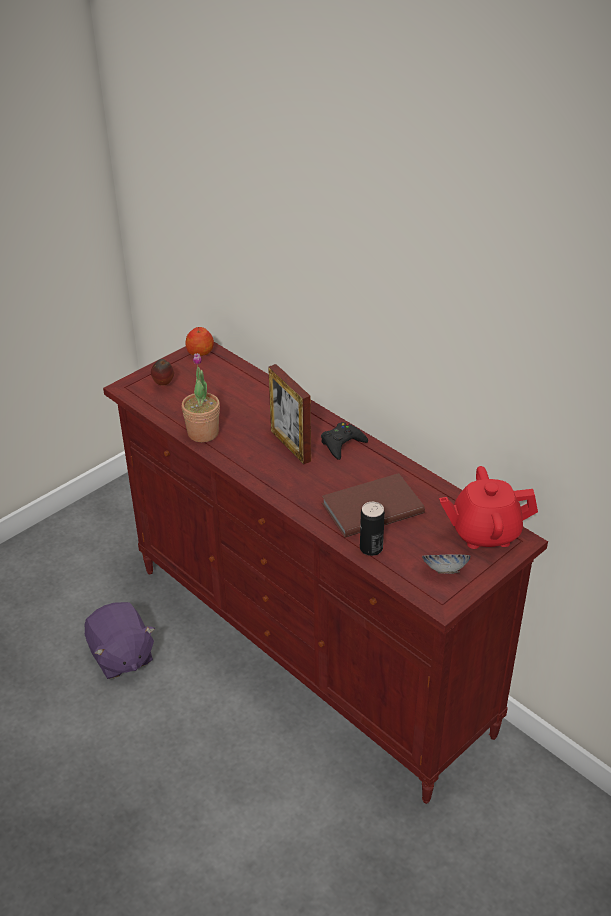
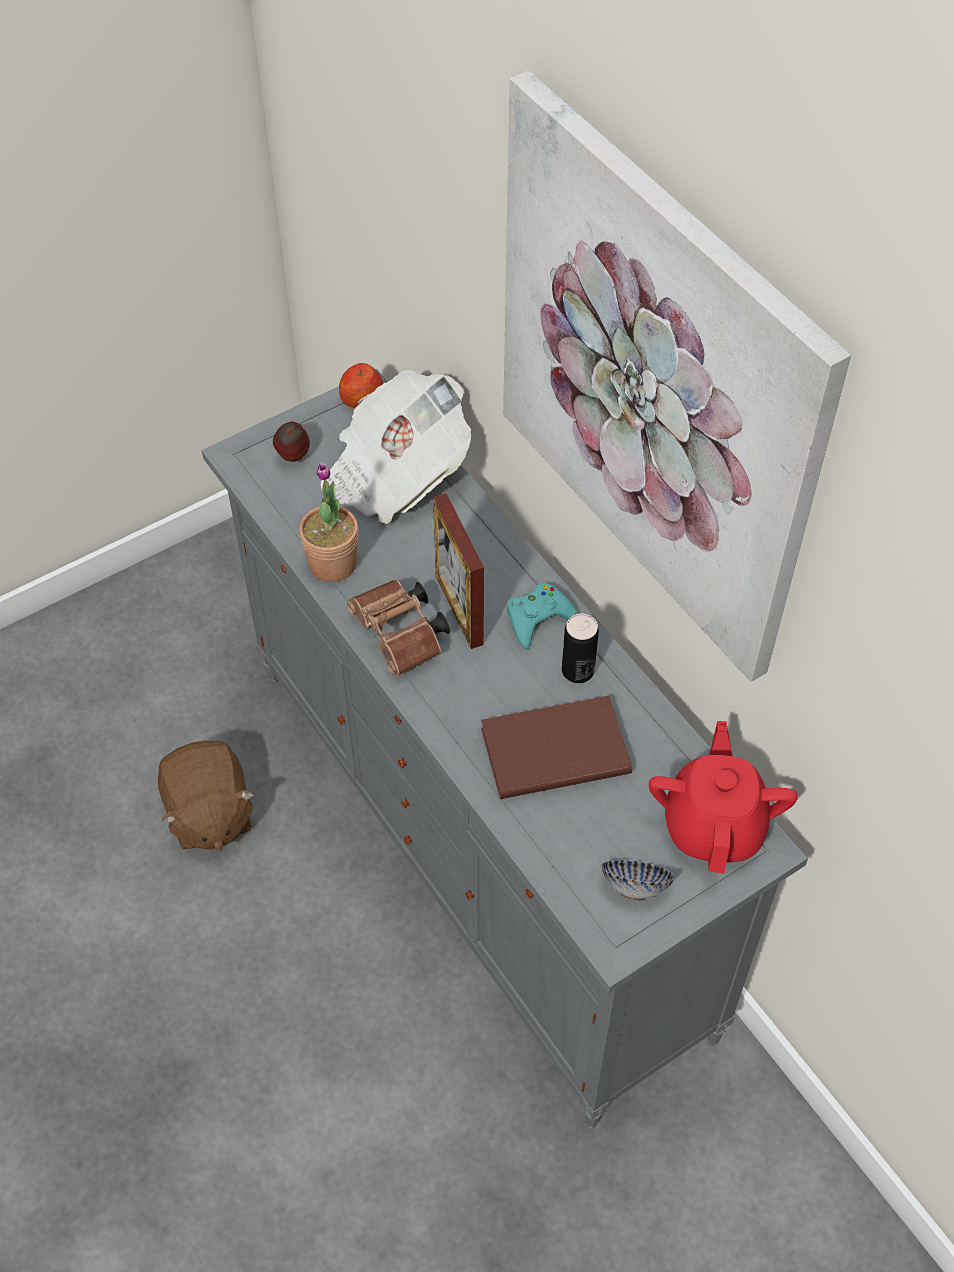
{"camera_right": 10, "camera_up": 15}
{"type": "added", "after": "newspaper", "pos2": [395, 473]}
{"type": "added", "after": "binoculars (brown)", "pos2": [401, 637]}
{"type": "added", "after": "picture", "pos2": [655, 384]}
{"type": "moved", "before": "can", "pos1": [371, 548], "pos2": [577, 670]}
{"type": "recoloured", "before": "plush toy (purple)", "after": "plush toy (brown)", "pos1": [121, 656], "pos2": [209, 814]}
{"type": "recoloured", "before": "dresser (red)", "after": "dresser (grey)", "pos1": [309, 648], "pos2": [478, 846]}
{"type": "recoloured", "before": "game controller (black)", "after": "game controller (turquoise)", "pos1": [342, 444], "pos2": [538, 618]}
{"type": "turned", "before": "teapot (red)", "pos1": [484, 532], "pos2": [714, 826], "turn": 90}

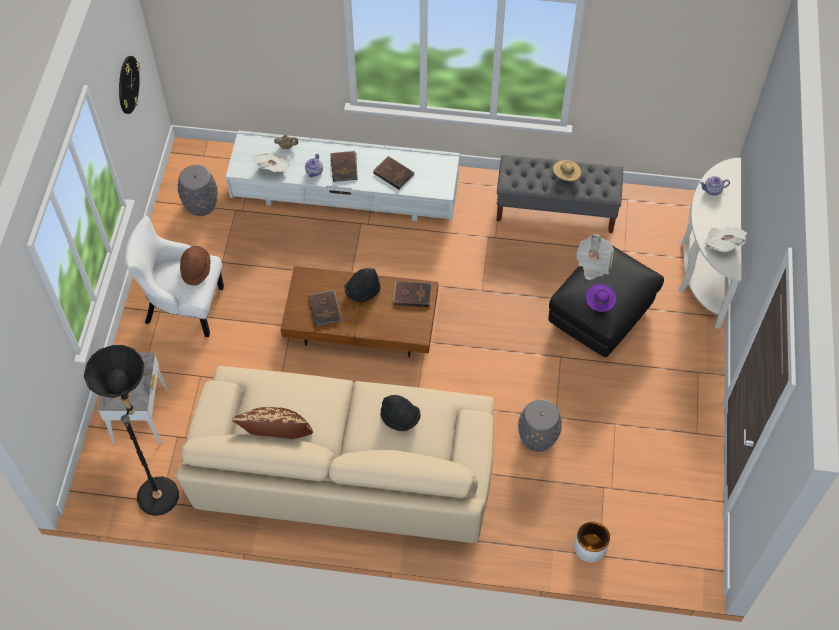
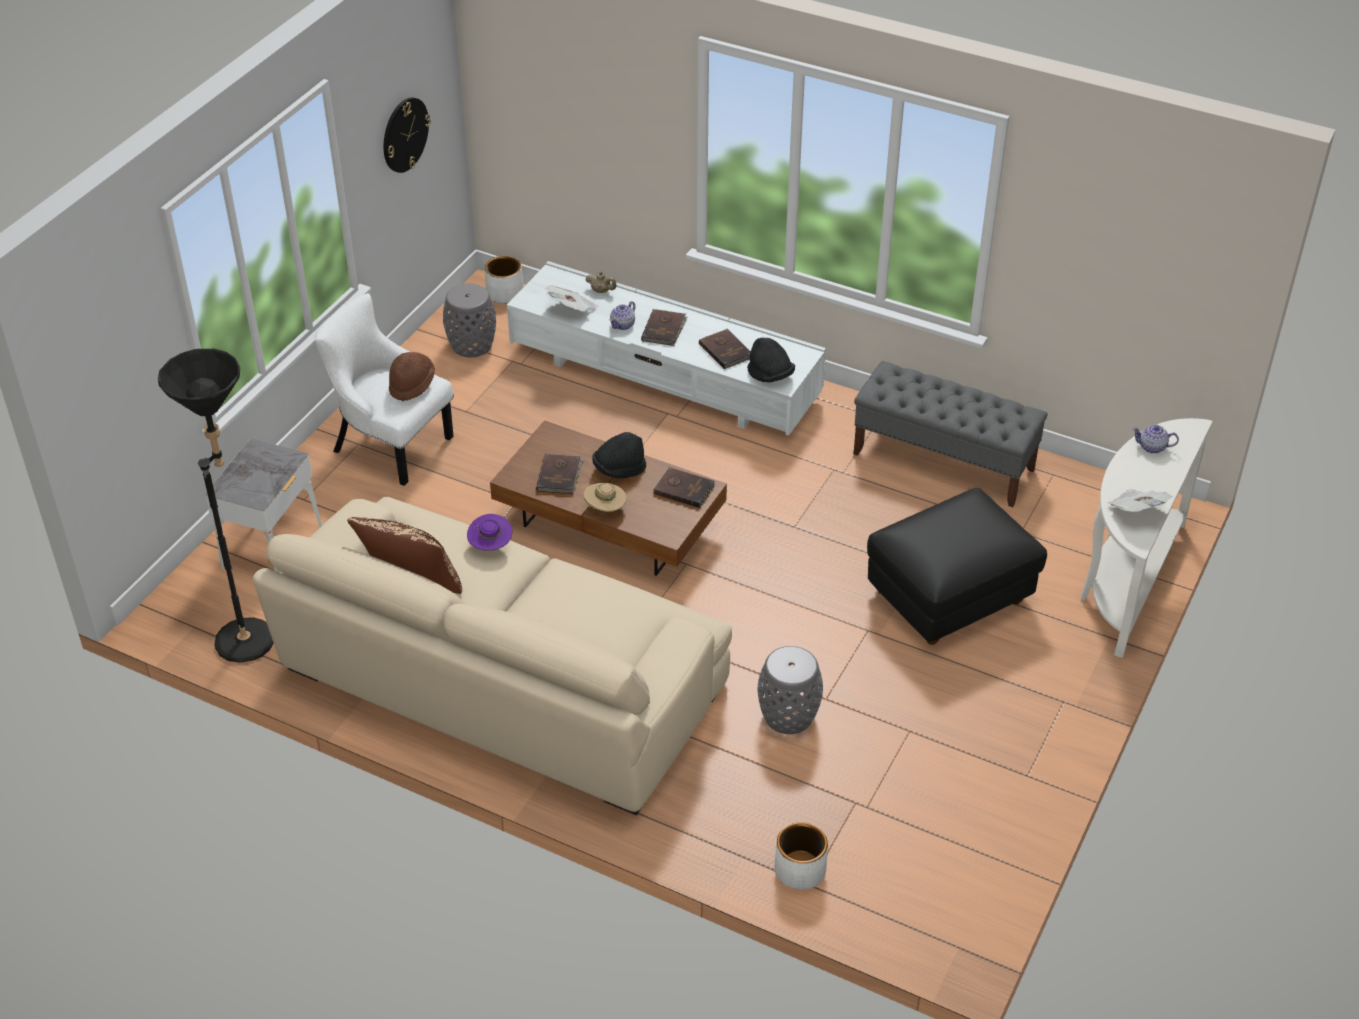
{"camera_right": 20, "camera_up": -15}
{"type": "removed", "before": "newspaper", "pos1": [593, 263]}
{"type": "added", "after": "planter (white)", "pos2": [505, 293]}
{"type": "moved", "before": "hat (black)", "pos1": [400, 418], "pos2": [770, 375]}
{"type": "moved", "before": "hat (beige)", "pos1": [566, 177], "pos2": [605, 509]}
{"type": "moved", "before": "hat (purple)", "pos1": [599, 304], "pos2": [490, 545]}

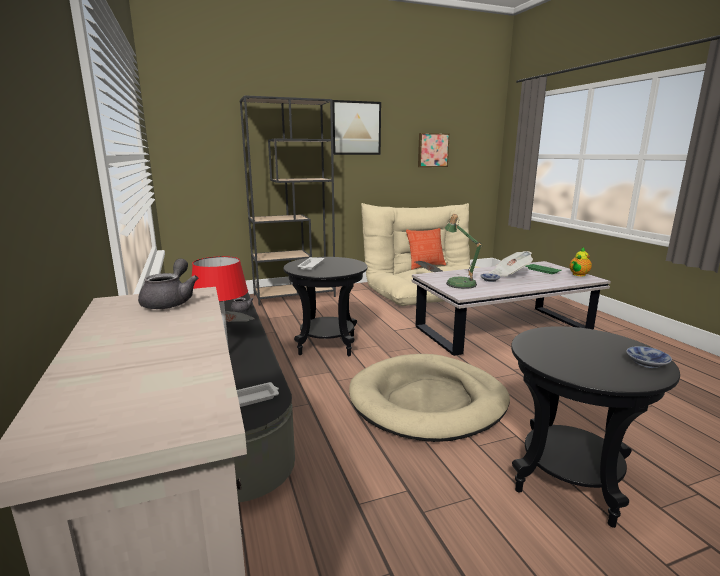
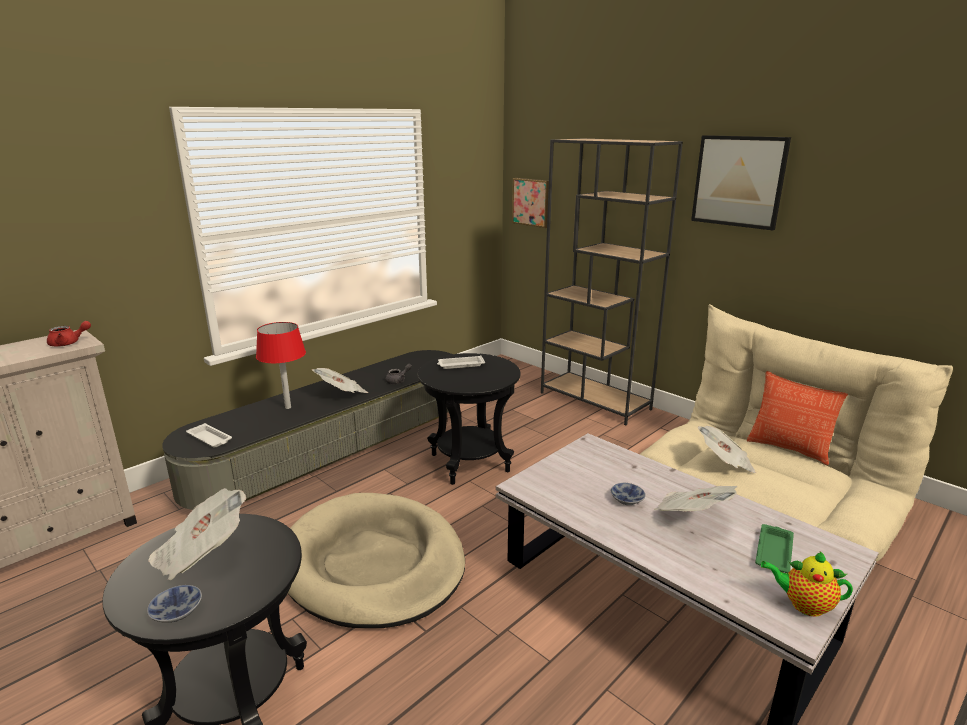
{"camera_right": 65, "camera_up": 5}
{"type": "removed", "before": "table lamp", "pos1": [459, 283]}
{"type": "added", "after": "newspaper", "pos2": [201, 553]}
{"type": "moved", "before": "picture", "pos1": [432, 150], "pos2": [532, 202]}
{"type": "recoloured", "before": "teapot (grey)", "after": "teapot (red)", "pos1": [171, 301], "pos2": [68, 343]}

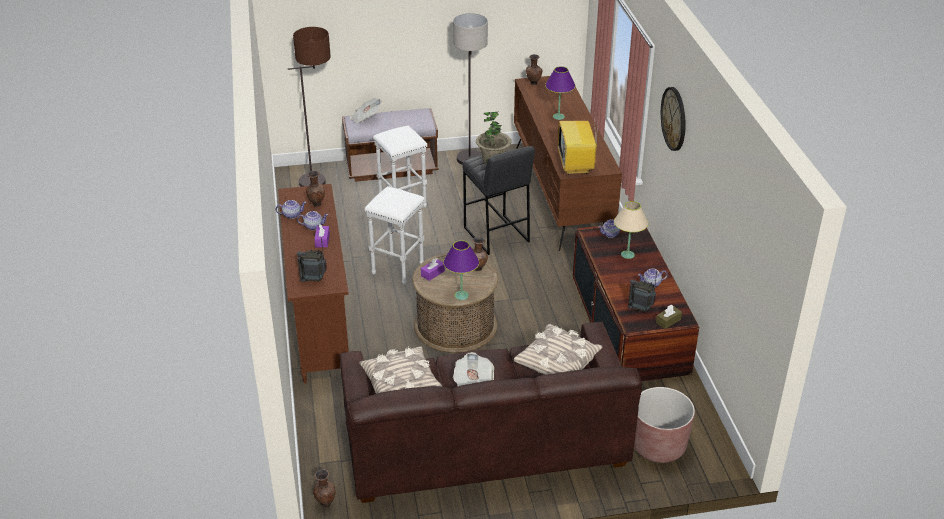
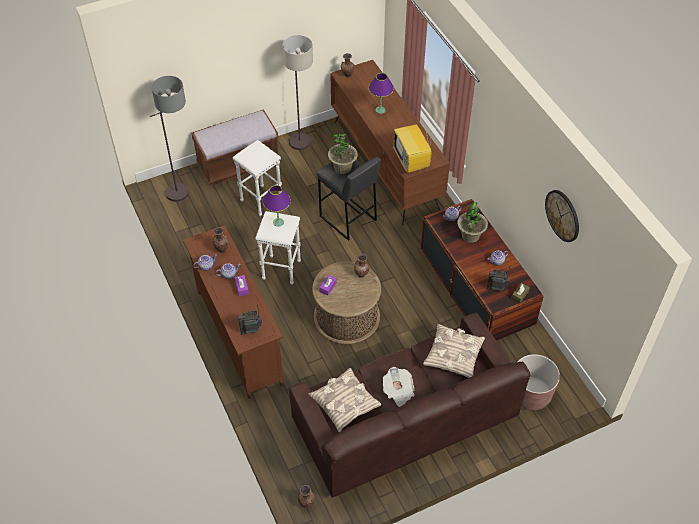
{"camera_right": -15, "camera_up": 15}
{"type": "removed", "before": "newspaper", "pos1": [365, 118]}
{"type": "moved", "before": "table lamp (purple)", "pos1": [461, 295], "pos2": [278, 222]}
{"type": "moved", "before": "wall clock", "pos1": [674, 118], "pos2": [563, 215]}
{"type": "replaced", "before": "table lamp (beige)", "after": "potted plant", "pos1": [627, 255], "pos2": [470, 236]}
{"type": "recoloured", "before": "floor lamp (brown)", "after": "floor lamp (grey)", "pos1": [320, 181], "pos2": [183, 190]}

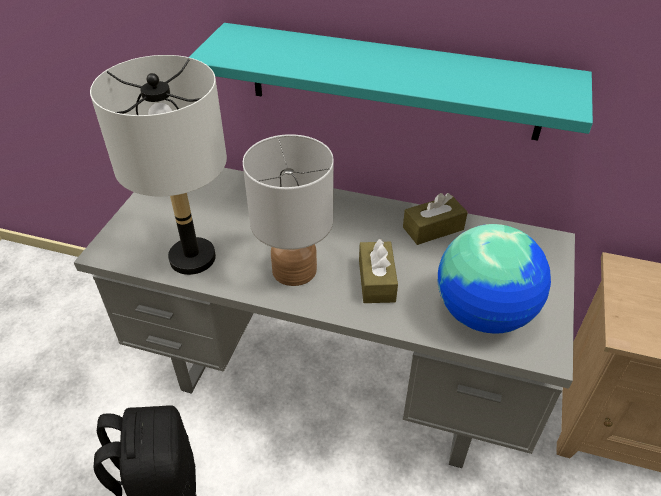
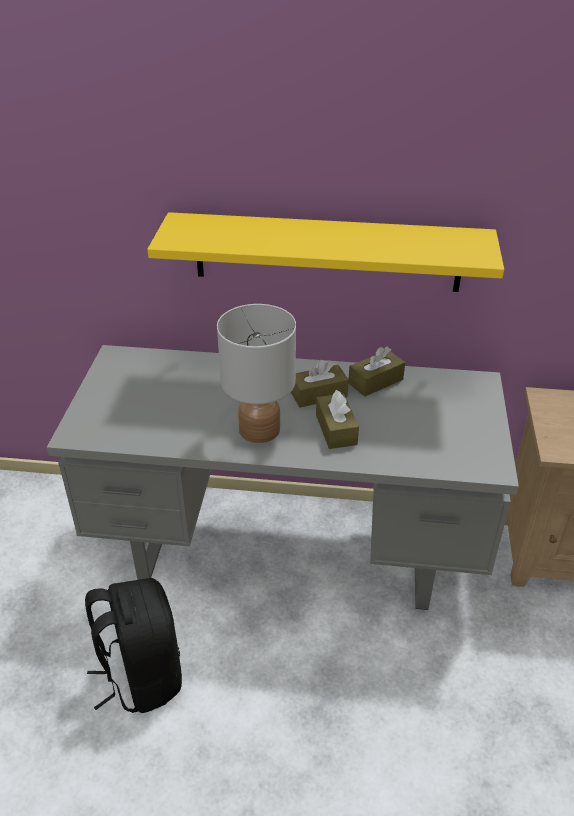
{"camera_right": -10, "camera_up": -5}
{"type": "removed", "before": "table lamp (grey)", "pos1": [193, 258]}
{"type": "removed", "before": "globe", "pos1": [484, 314]}
{"type": "added", "after": "tissue box (brown)", "pos2": [318, 394]}
{"type": "recoloured", "before": "shelf (turquoise)", "after": "shelf (yellow)", "pos1": [393, 82], "pos2": [327, 252]}

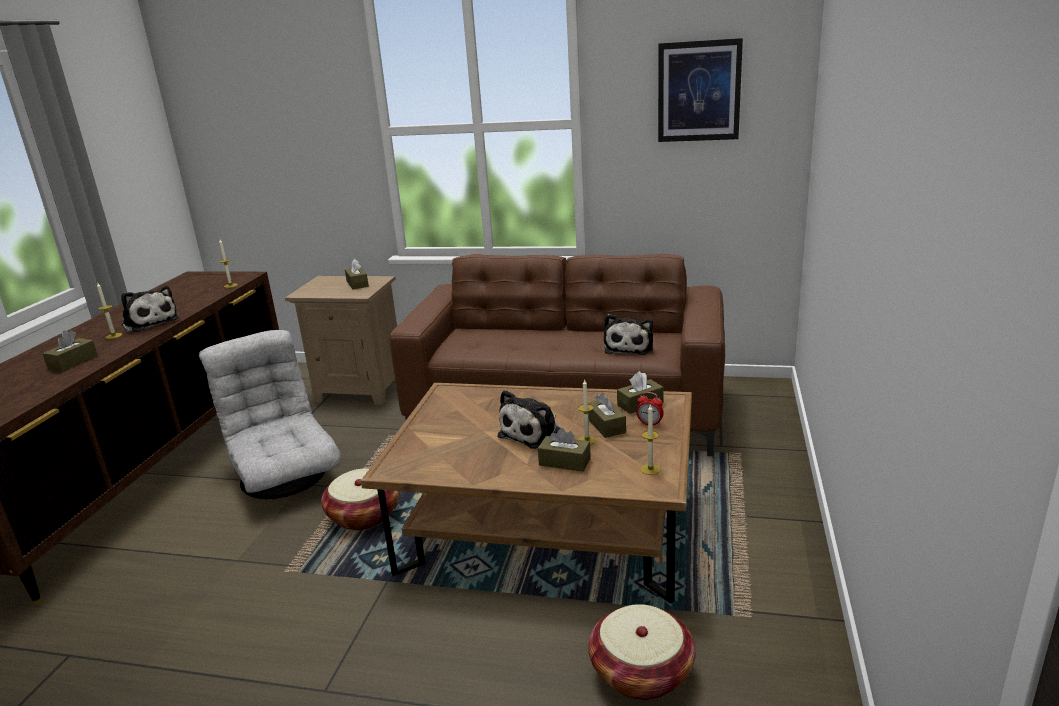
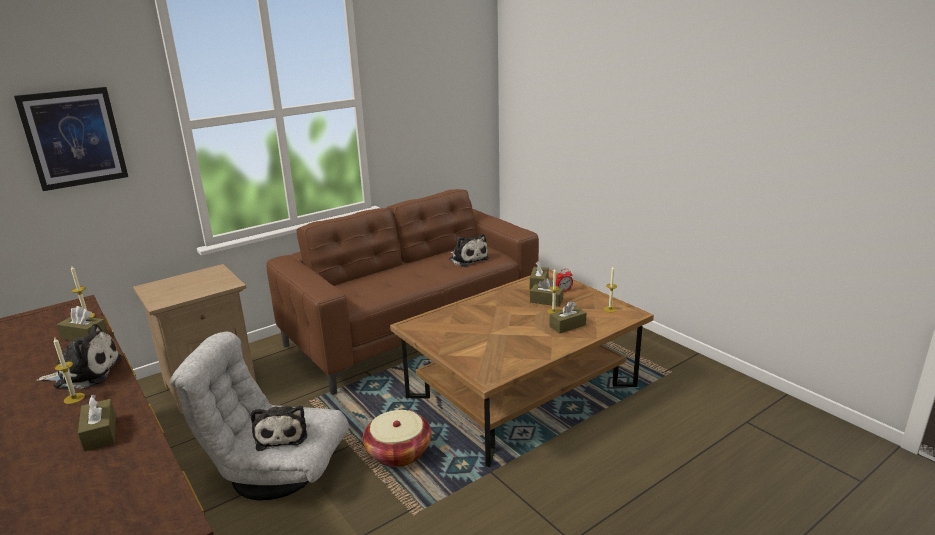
{"camera_right": -50, "camera_up": 0}
{"type": "removed", "before": "basket", "pos1": [641, 672]}
{"type": "moved", "before": "tissue box (brown)", "pos1": [357, 284], "pos2": [85, 336]}
{"type": "moved", "before": "plush toy", "pos1": [533, 433], "pos2": [282, 434]}
{"type": "moved", "before": "picture", "pos1": [699, 91], "pos2": [74, 138]}

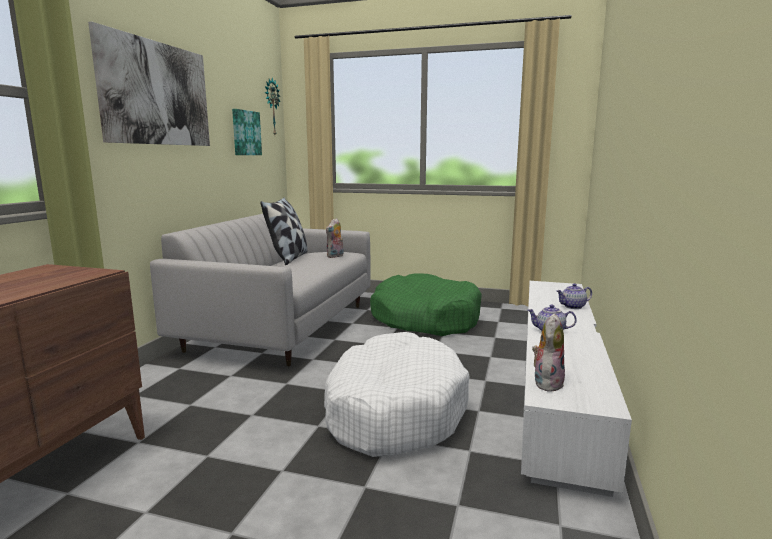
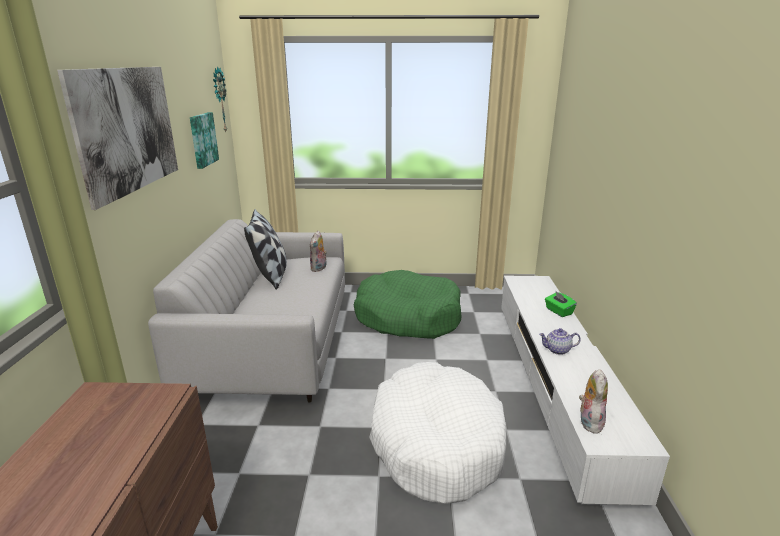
{"camera_right": -15, "camera_up": 10}
{"type": "replaced", "before": "teapot", "after": "tissue box (green)", "pos1": [573, 307], "pos2": [558, 311]}

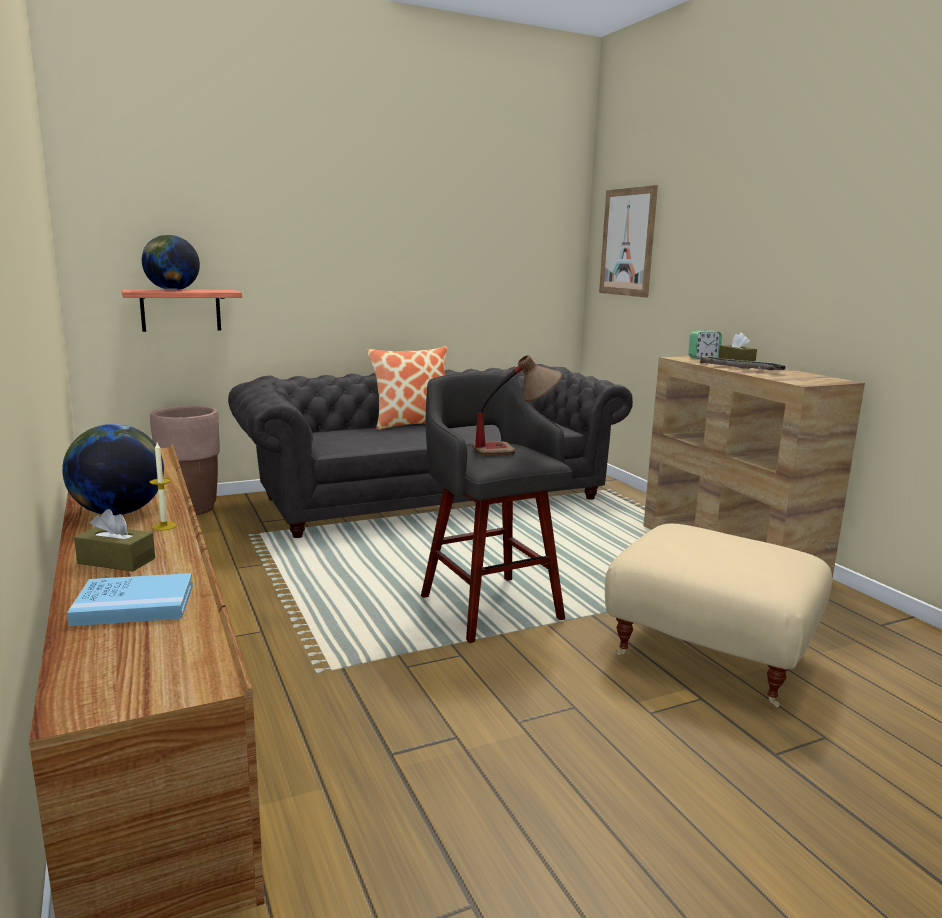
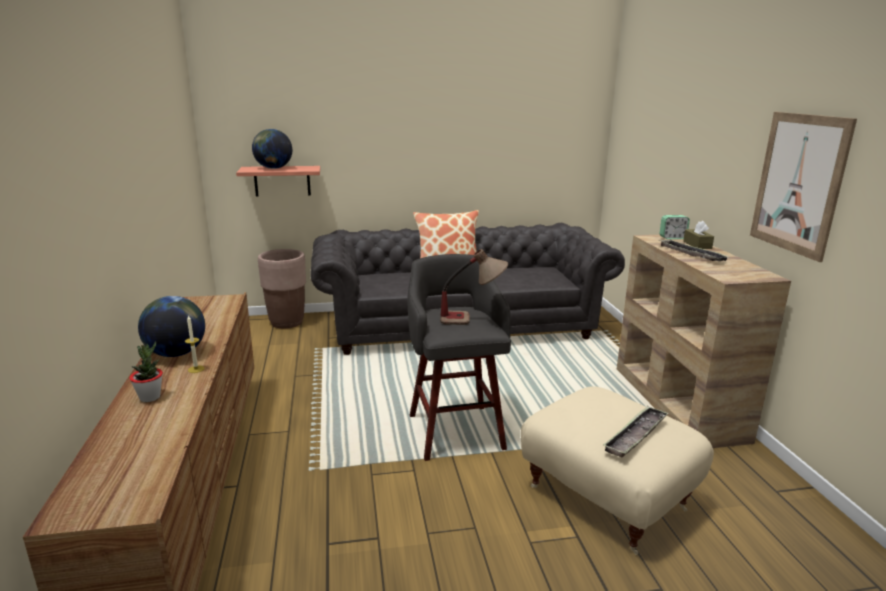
{"camera_right": 15, "camera_up": 5}
{"type": "removed", "before": "book (blue)", "pos1": [134, 604]}
{"type": "added", "after": "tray", "pos2": [635, 435]}
{"type": "moved", "before": "picture", "pos1": [627, 242], "pos2": [798, 183]}
{"type": "replaced", "before": "tissue box (brown)", "after": "potted plant", "pos1": [116, 561], "pos2": [150, 397]}

